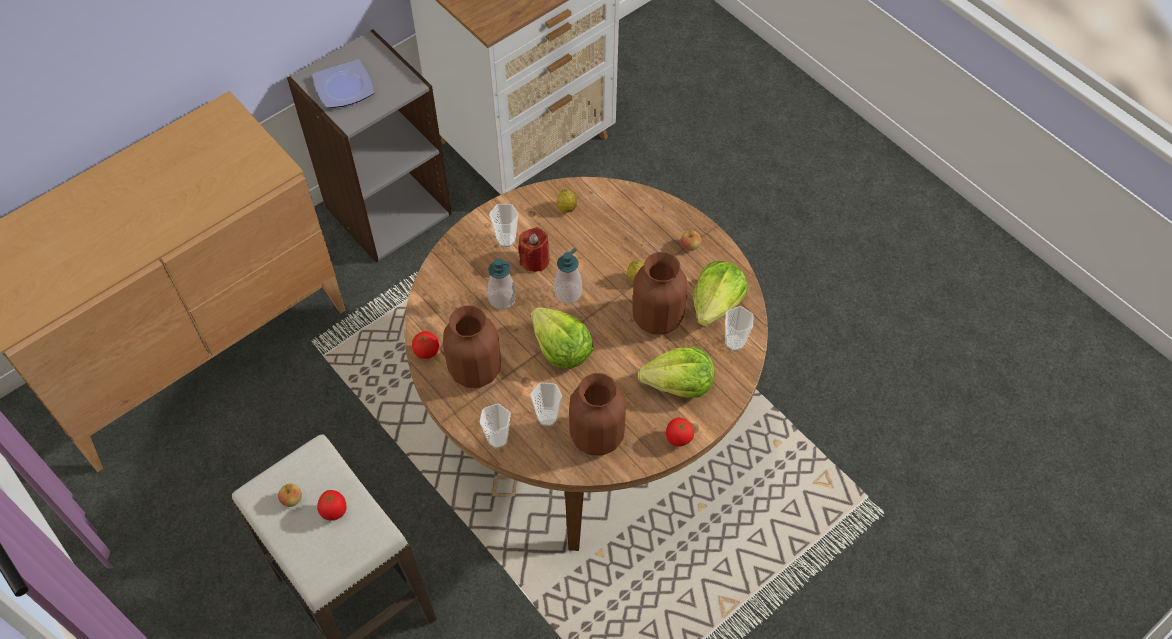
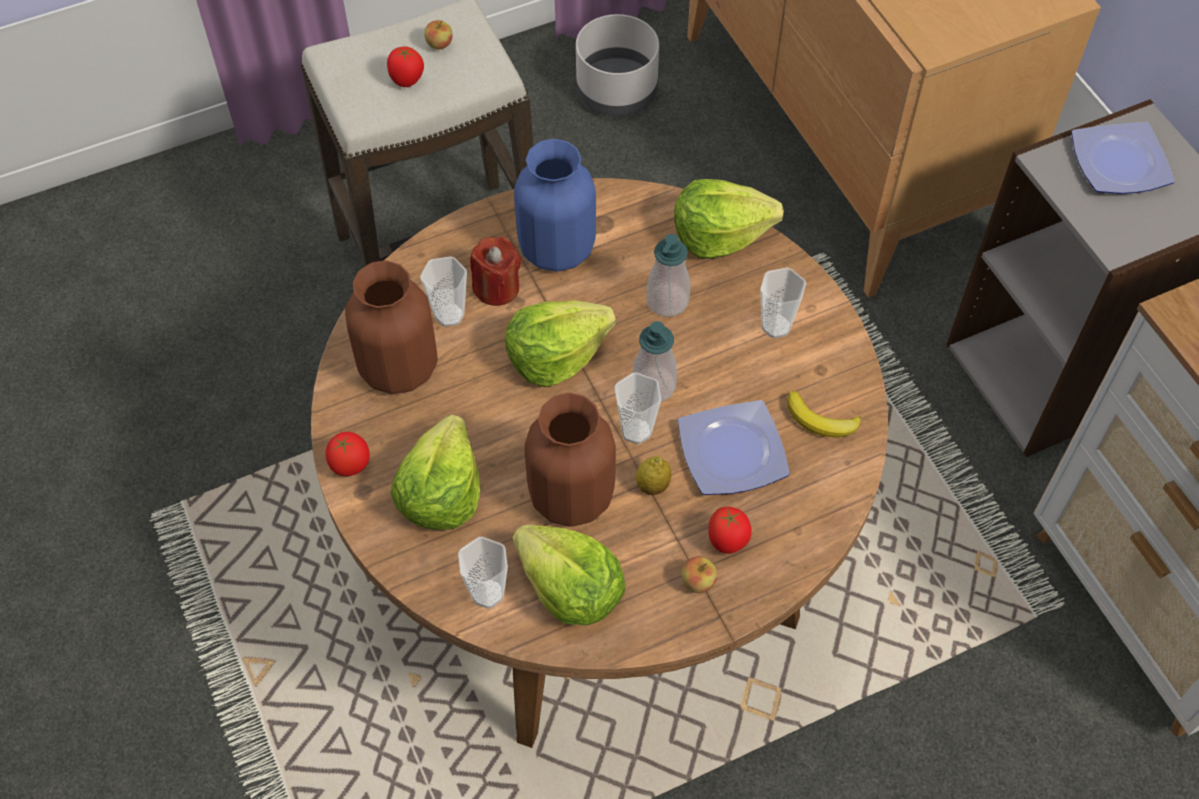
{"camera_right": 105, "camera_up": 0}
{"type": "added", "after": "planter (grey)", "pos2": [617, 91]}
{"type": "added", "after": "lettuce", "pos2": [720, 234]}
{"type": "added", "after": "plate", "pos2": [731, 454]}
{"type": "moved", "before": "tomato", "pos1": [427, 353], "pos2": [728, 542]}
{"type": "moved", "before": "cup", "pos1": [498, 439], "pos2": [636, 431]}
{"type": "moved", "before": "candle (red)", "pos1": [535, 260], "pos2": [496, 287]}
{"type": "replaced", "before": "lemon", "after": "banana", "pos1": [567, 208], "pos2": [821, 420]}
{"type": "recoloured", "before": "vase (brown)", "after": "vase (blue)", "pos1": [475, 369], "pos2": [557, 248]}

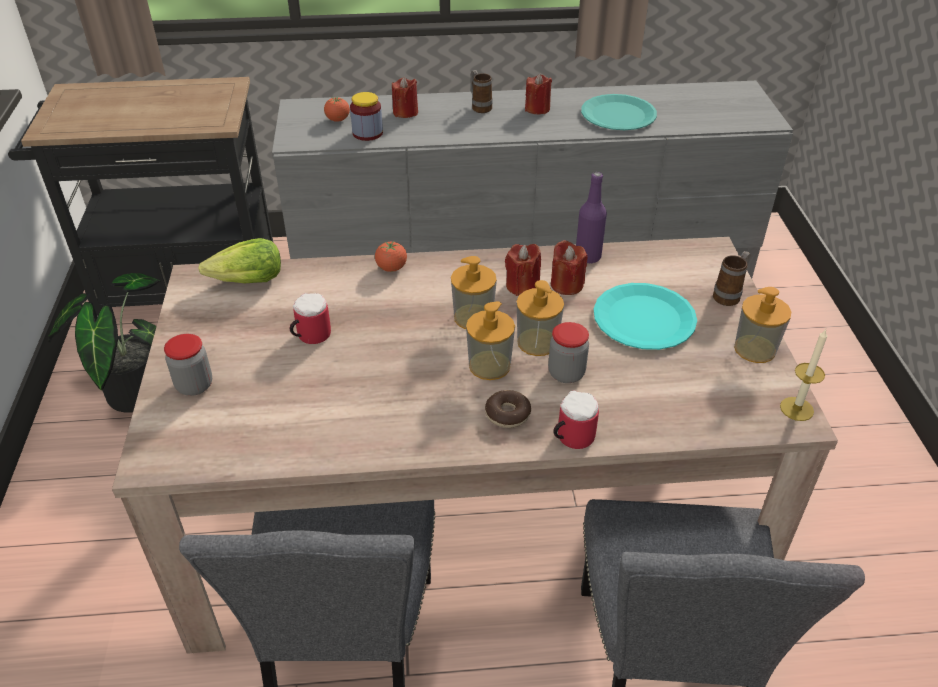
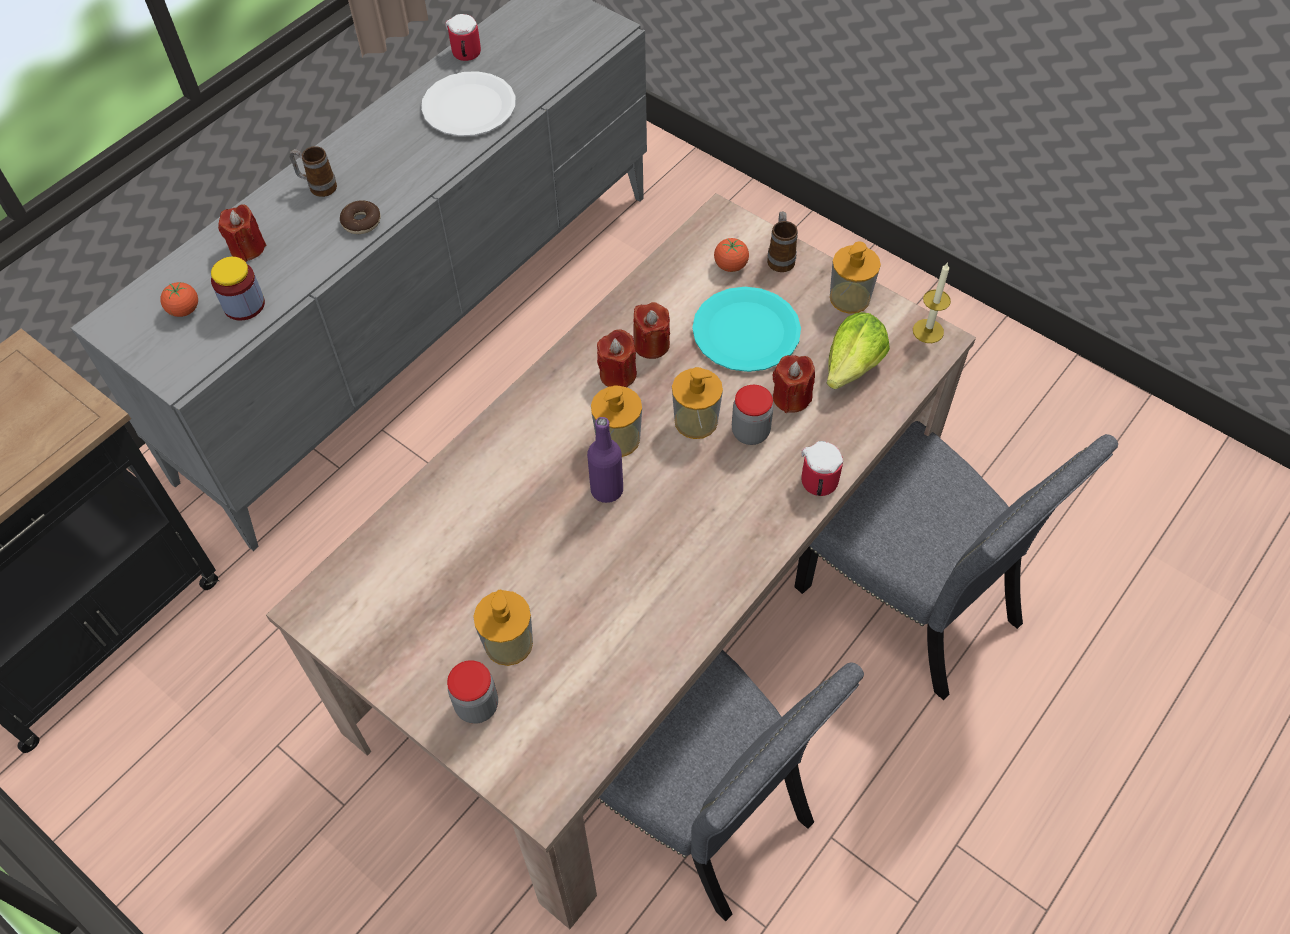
{"camera_right": -45, "camera_up": 15}
{"type": "removed", "before": "potted plant", "pos1": [133, 389]}
{"type": "moved", "before": "lettuce", "pos1": [248, 281], "pos2": [853, 366]}
{"type": "moved", "before": "mug", "pos1": [309, 335], "pos2": [465, 55]}
{"type": "moved", "before": "tomato", "pos1": [391, 268], "pos2": [730, 266]}
{"type": "moved", "before": "soap dispenser", "pos1": [489, 365], "pos2": [508, 643]}
{"type": "moved", "before": "donut", "pos1": [507, 414], "pos2": [361, 222]}
{"type": "moved", "before": "candle (red)", "pos1": [537, 109], "pos2": [791, 397]}
{"type": "moved", "before": "bottle (purple)", "pos1": [588, 257], "pos2": [607, 490]}
{"type": "recoloured", "before": "plate (turquoise)", "after": "plate (white)", "pos1": [618, 115], "pos2": [469, 107]}

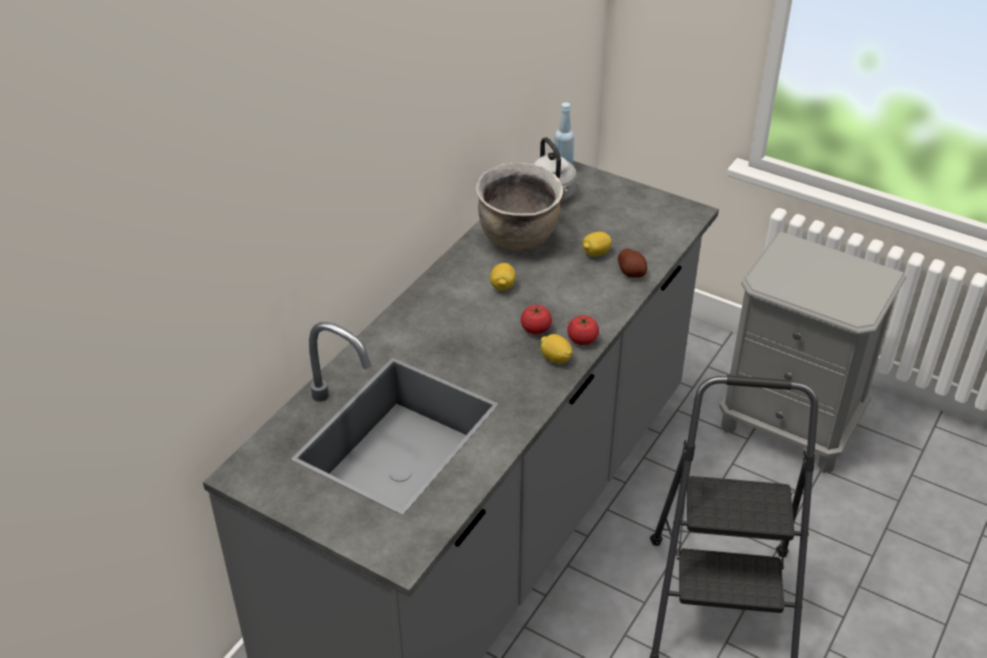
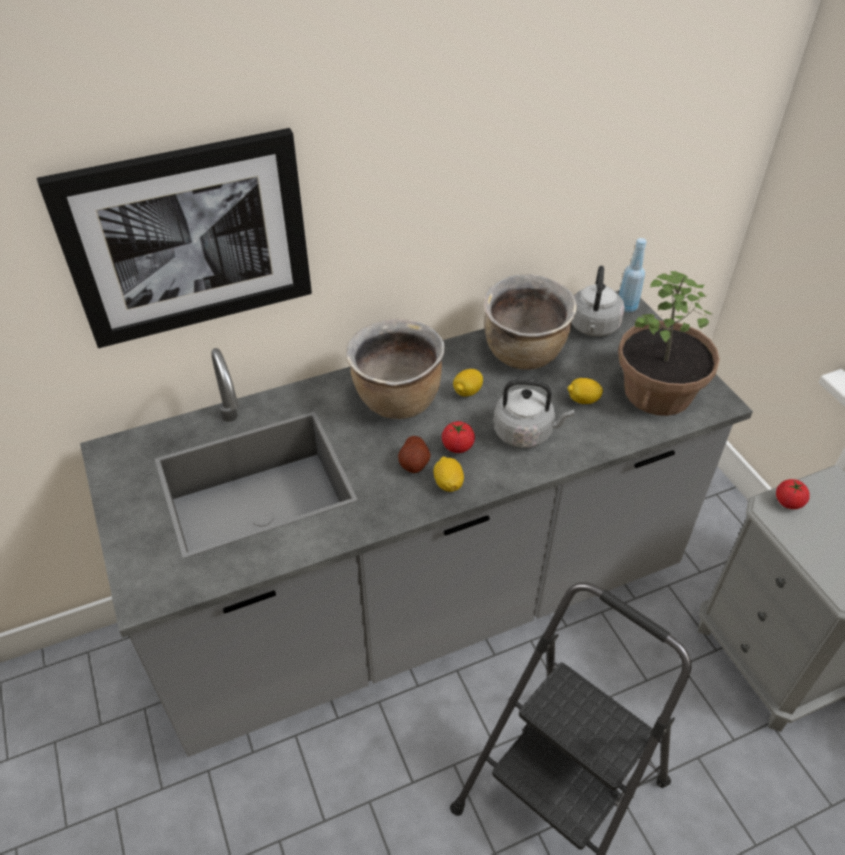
{"camera_right": 35, "camera_up": 5}
{"type": "added", "after": "picture", "pos2": [188, 239]}
{"type": "added", "after": "cooking pot (brown)", "pos2": [397, 401]}
{"type": "added", "after": "kettle (grey)", "pos2": [526, 432]}
{"type": "added", "after": "potted plant", "pos2": [658, 392]}
{"type": "moved", "before": "tomato", "pos1": [582, 340], "pos2": [788, 502]}
{"type": "moved", "before": "potato", "pos1": [632, 272], "pos2": [414, 463]}

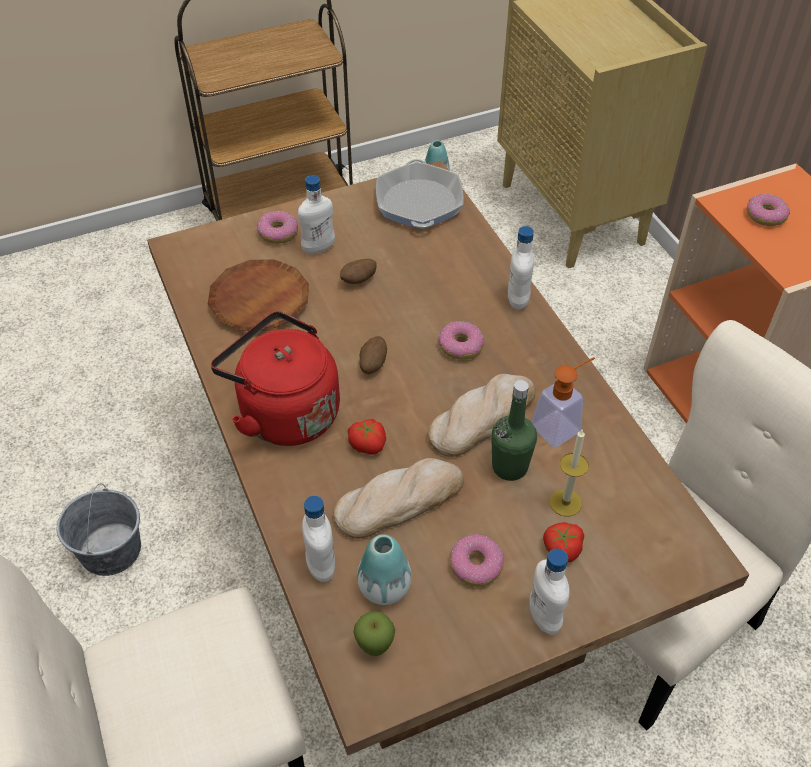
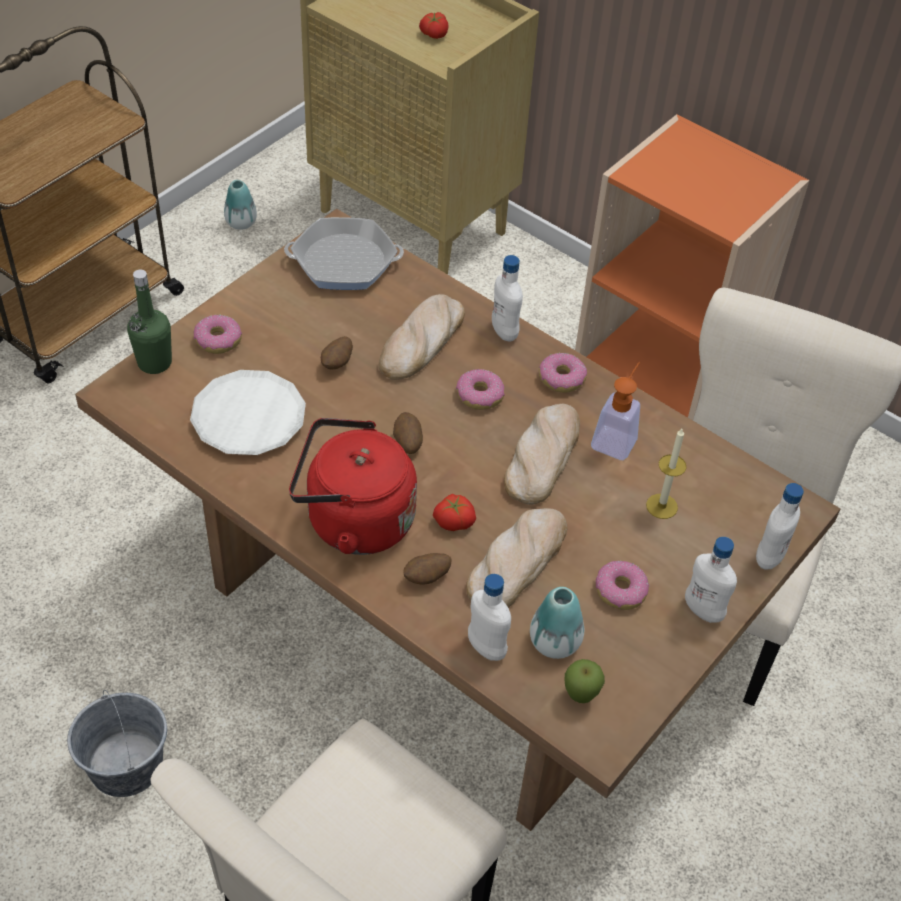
{"camera_right": -30, "camera_up": 0}
{"type": "added", "after": "bread", "pos2": [421, 342]}
{"type": "added", "after": "potato", "pos2": [427, 577]}
{"type": "moved", "before": "bottle (white)", "pos1": [318, 248], "pos2": [769, 557]}
{"type": "moved", "before": "bottle (green)", "pos1": [509, 467], "pos2": [154, 362]}
{"type": "moved", "before": "tomato", "pos1": [561, 548], "pos2": [433, 34]}
{"type": "moved", "before": "donut", "pos1": [765, 216], "pos2": [561, 379]}
{"type": "recoloured", "before": "plate (brown)", "after": "plate (white)", "pos1": [259, 300], "pos2": [249, 418]}
{"type": "turned", "before": "frying pan", "pos1": [419, 203], "pos2": [344, 261], "turn": 120}

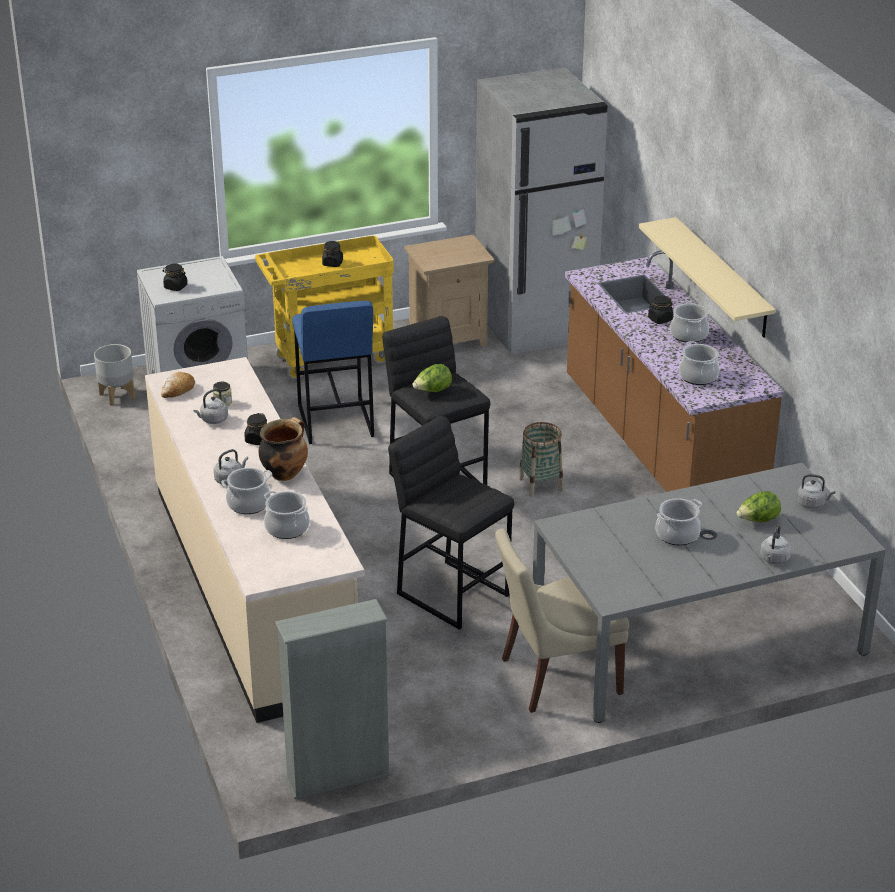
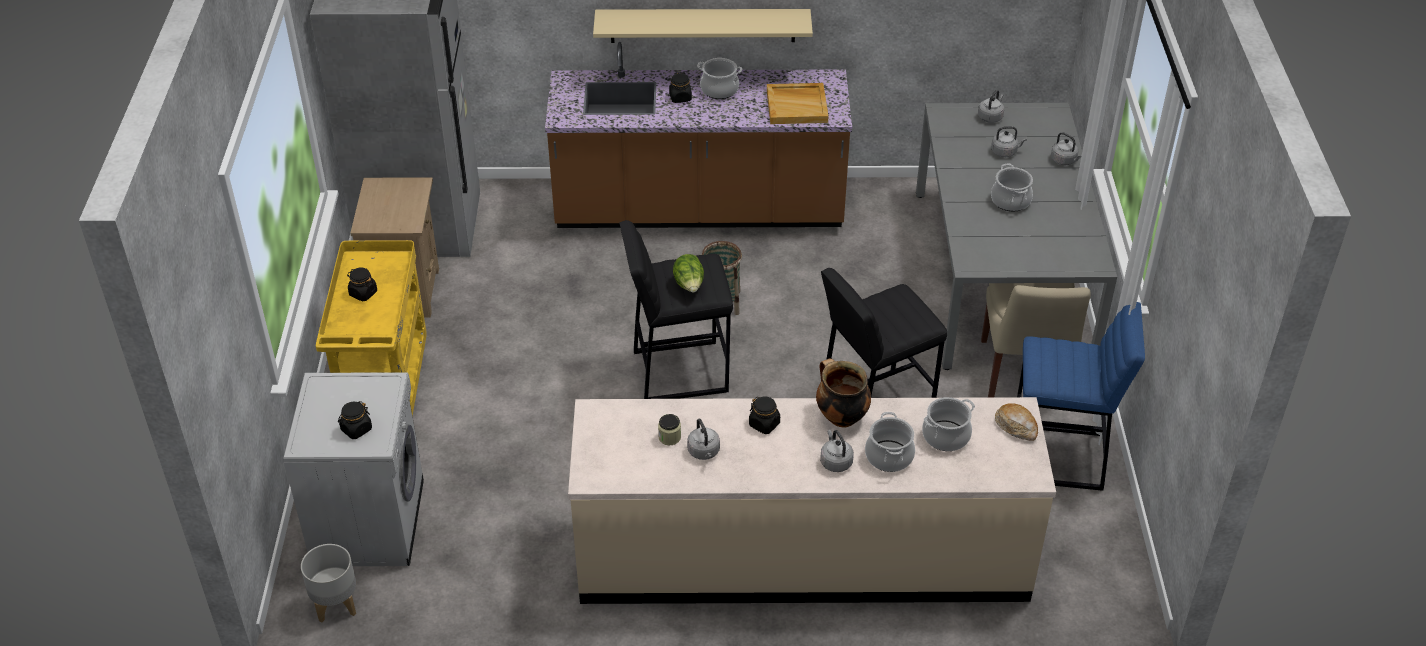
{"camera_right": -70, "camera_up": 10}
{"type": "removed", "before": "bookcase (grey)", "pos1": [338, 777]}
{"type": "moved", "before": "bread", "pos1": [178, 391], "pos2": [1016, 426]}
{"type": "moved", "before": "stool (blue)", "pos1": [336, 422], "pos2": [1059, 457]}
{"type": "replaced", "before": "cooking pot", "after": "tray (beige)", "pos1": [698, 376], "pos2": [797, 106]}
{"type": "replaced", "before": "lettuce", "after": "kettle (grey)", "pos1": [758, 521], "pos2": [1005, 152]}

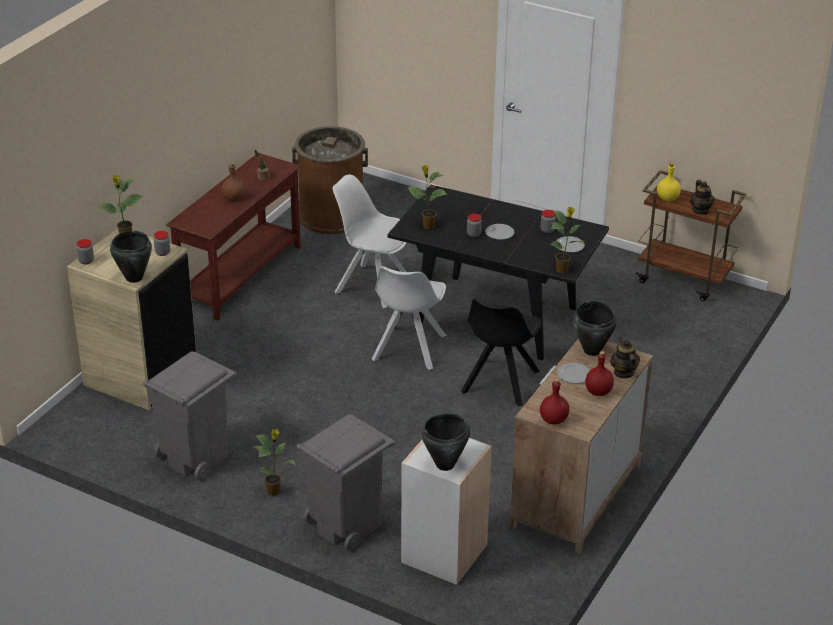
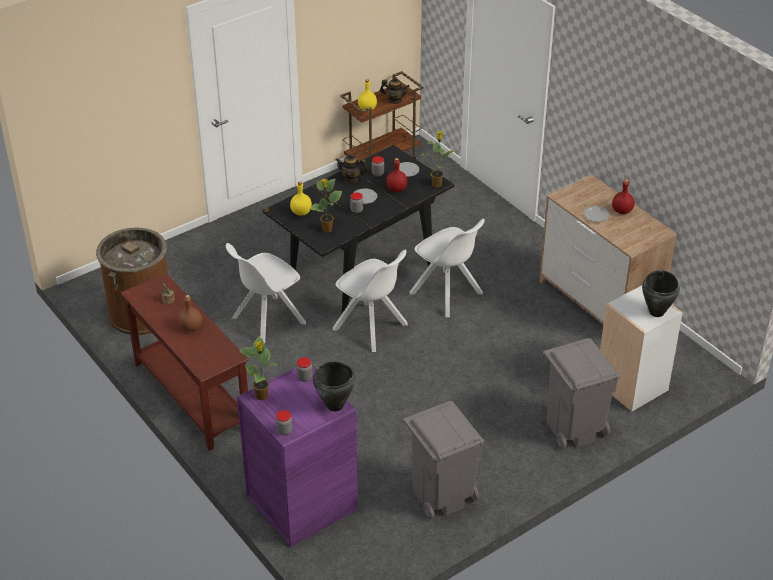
{"camera_right": -65, "camera_up": 5}
{"type": "removed", "before": "potted plant", "pos1": [274, 491]}
{"type": "removed", "before": "cooking pot (black)", "pos1": [592, 350]}
{"type": "added", "after": "bottle (yellow)", "pos2": [301, 212]}
{"type": "moved", "before": "bottle (red)", "pos1": [553, 419], "pos2": [396, 189]}
{"type": "moved", "before": "teapot", "pos1": [623, 373], "pos2": [351, 178]}
{"type": "recoloured", "before": "cabinet (beige)", "after": "cabinet (purple)", "pos1": [141, 376], "pos2": [302, 502]}
{"type": "recoloured", "before": "chair (black)", "after": "chair (white)", "pos1": [499, 382], "pos2": [447, 294]}

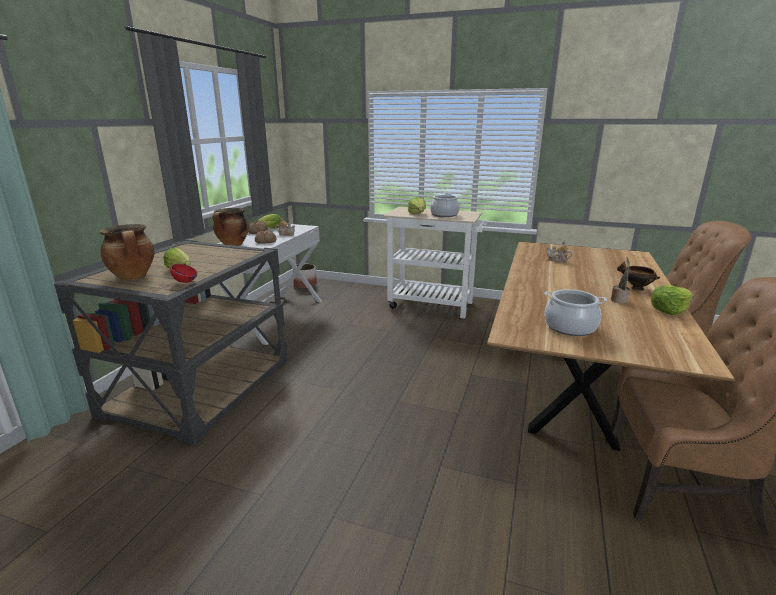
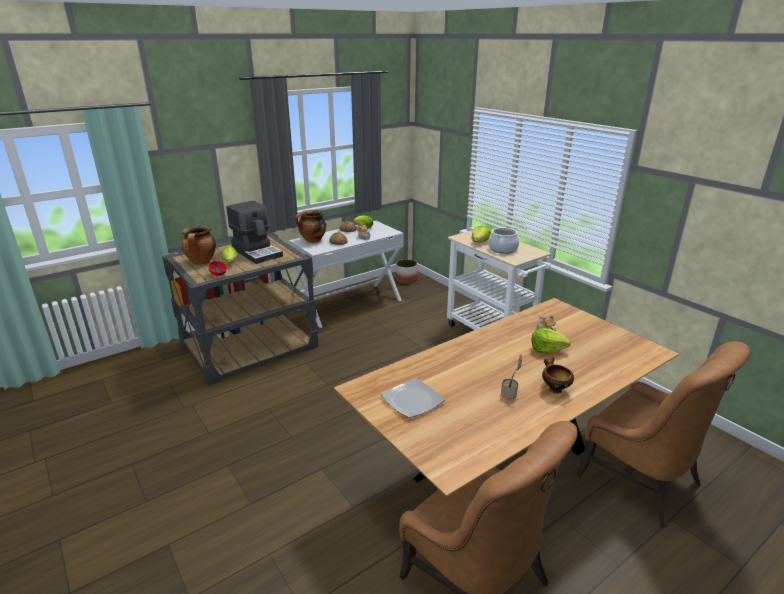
{"camera_right": 35, "camera_up": 5}
{"type": "added", "after": "coffee machine", "pos2": [257, 252]}
{"type": "moved", "before": "lettuce", "pos1": [669, 310], "pos2": [547, 349]}
{"type": "replaced", "before": "cooking pot", "after": "plate", "pos1": [570, 327], "pos2": [413, 400]}

